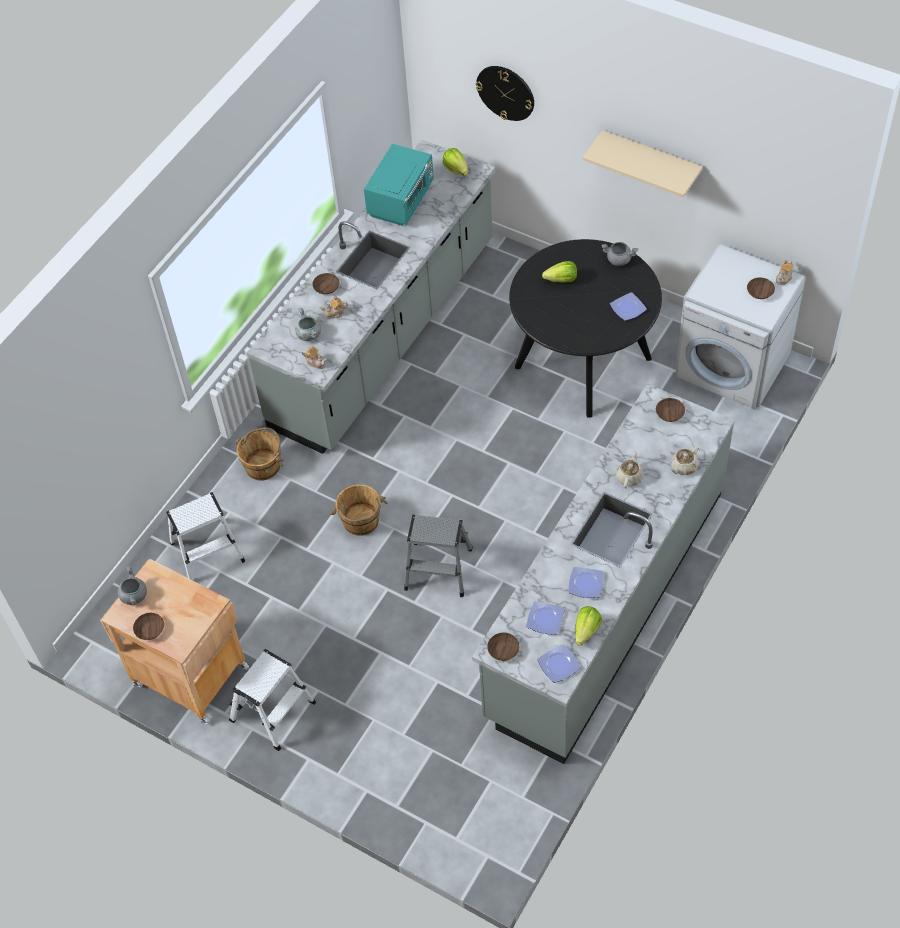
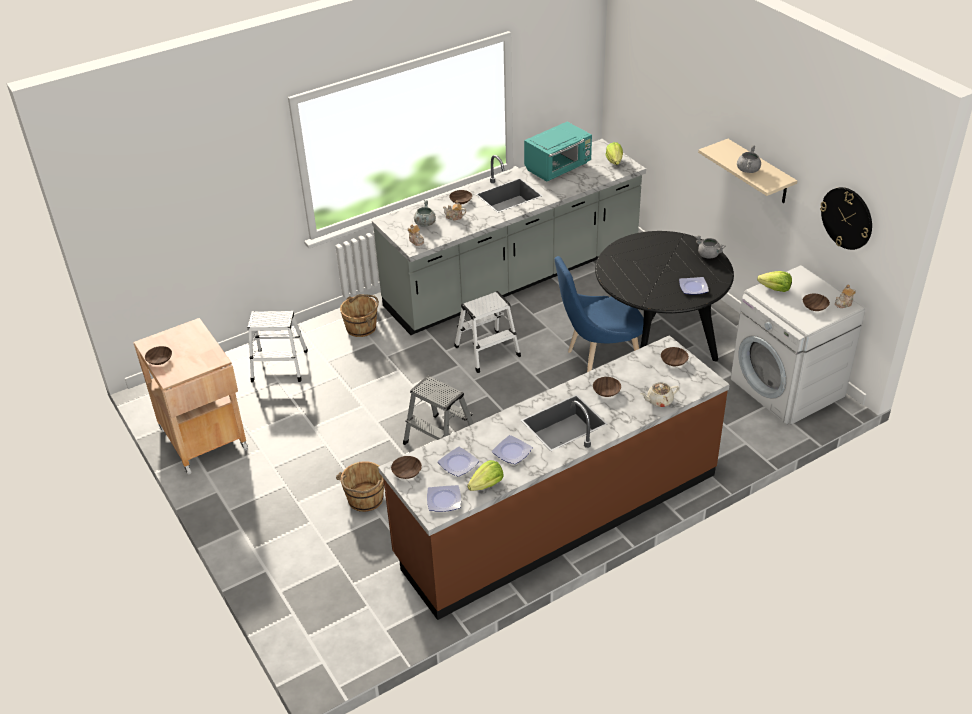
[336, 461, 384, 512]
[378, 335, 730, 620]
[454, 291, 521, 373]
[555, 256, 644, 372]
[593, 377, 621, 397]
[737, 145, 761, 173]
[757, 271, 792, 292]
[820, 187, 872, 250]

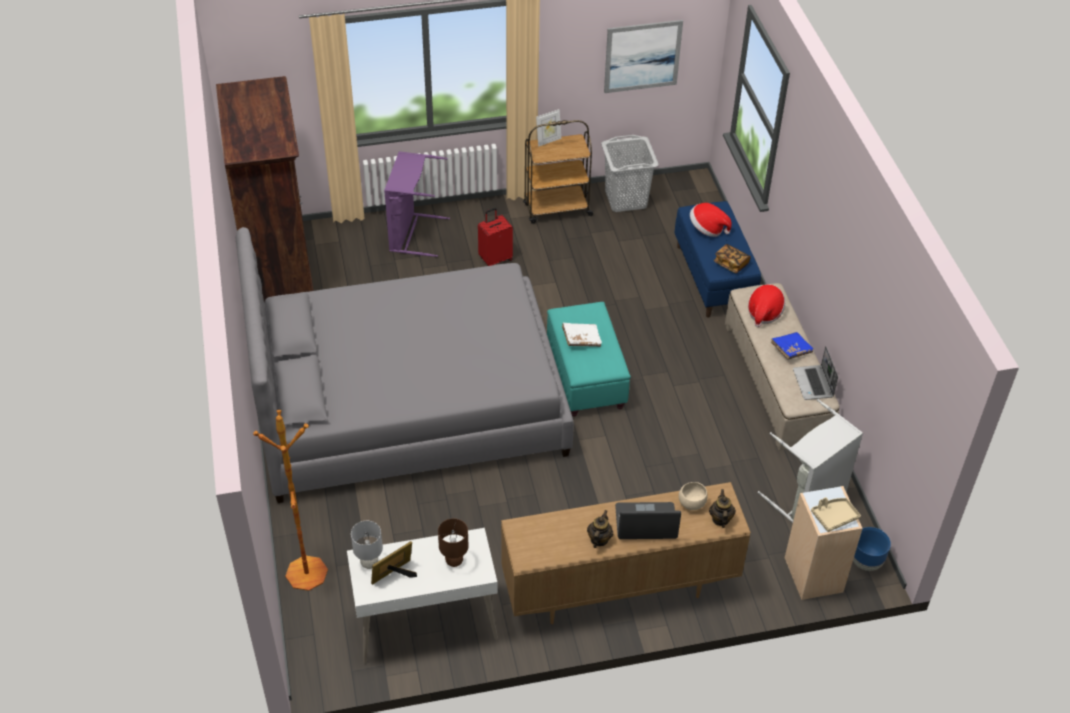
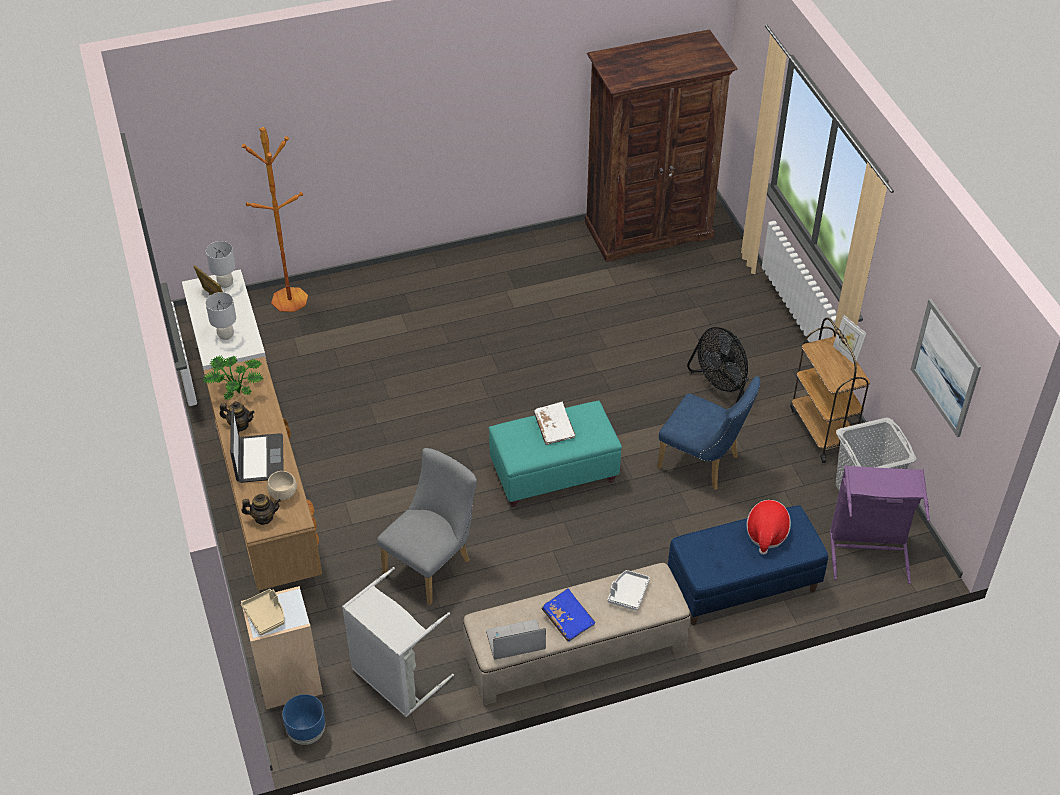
[202, 355, 263, 400]
[206, 292, 236, 340]
[377, 448, 477, 605]
[608, 570, 650, 611]
[657, 376, 761, 490]
[687, 327, 749, 403]
[830, 465, 930, 584]
[236, 227, 574, 503] (first image)
[714, 244, 751, 273] (first image)

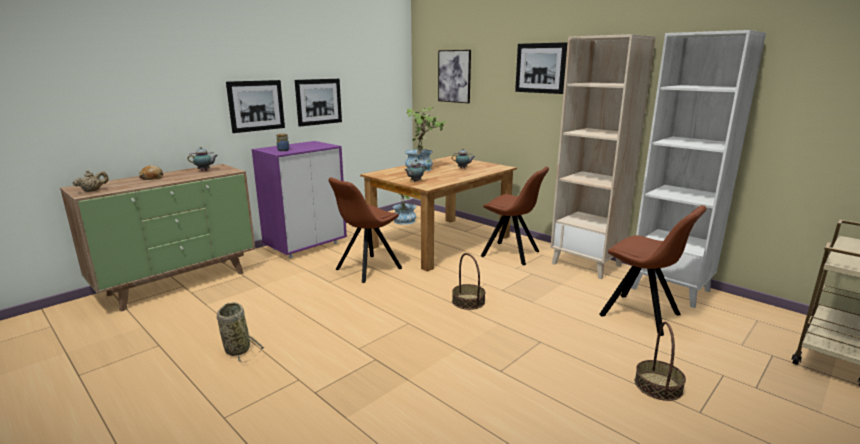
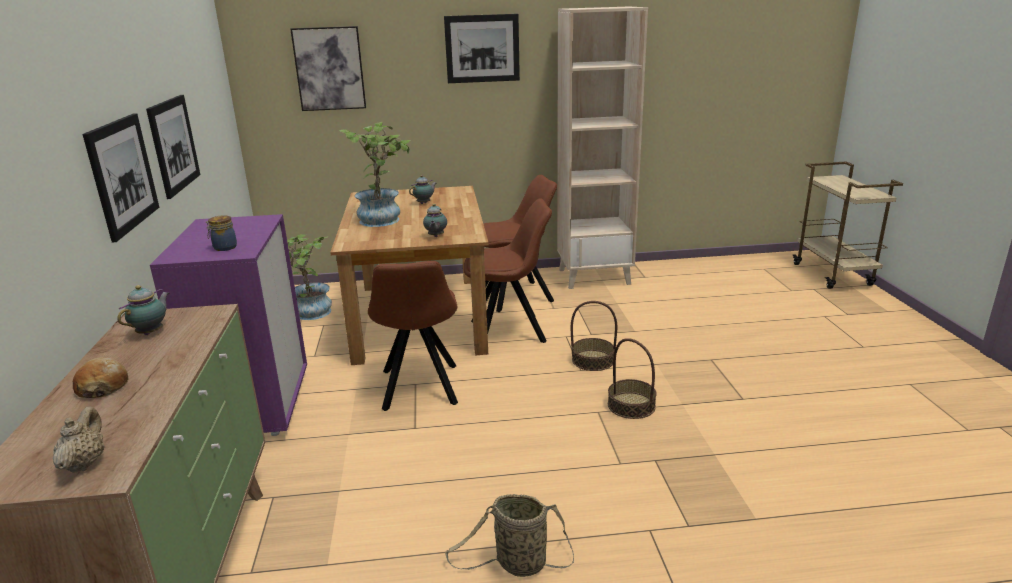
[464, 198, 552, 343]
[608, 338, 657, 419]
[631, 30, 766, 308] (first image)

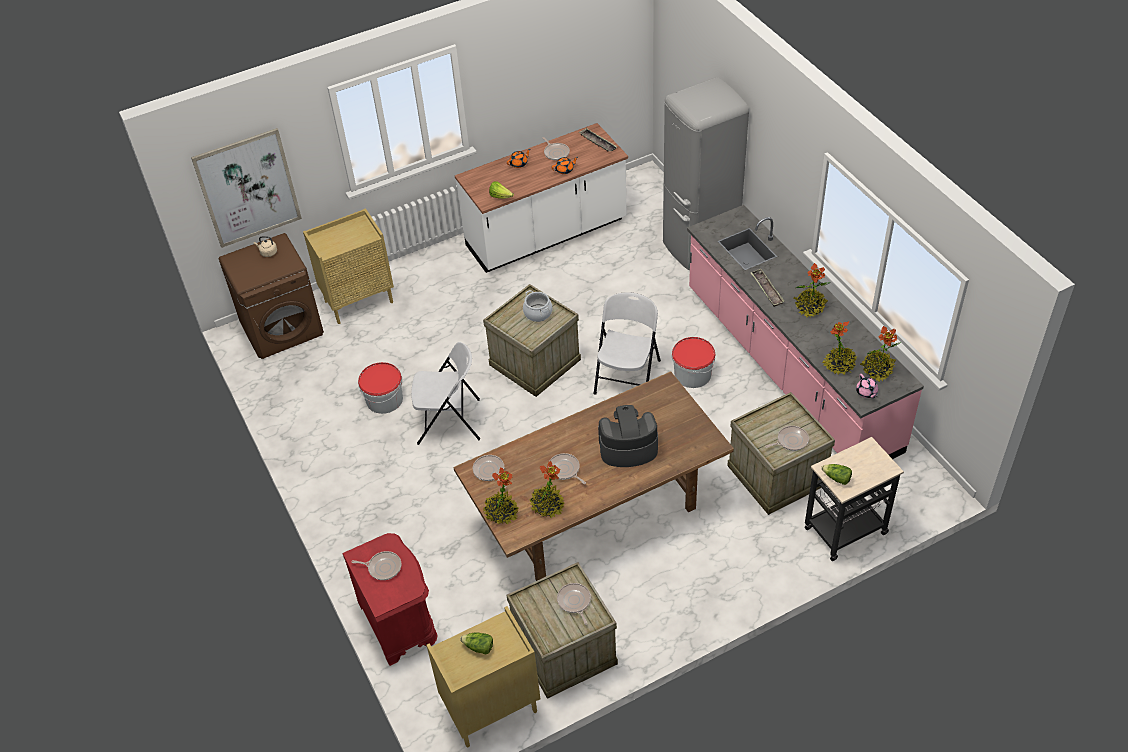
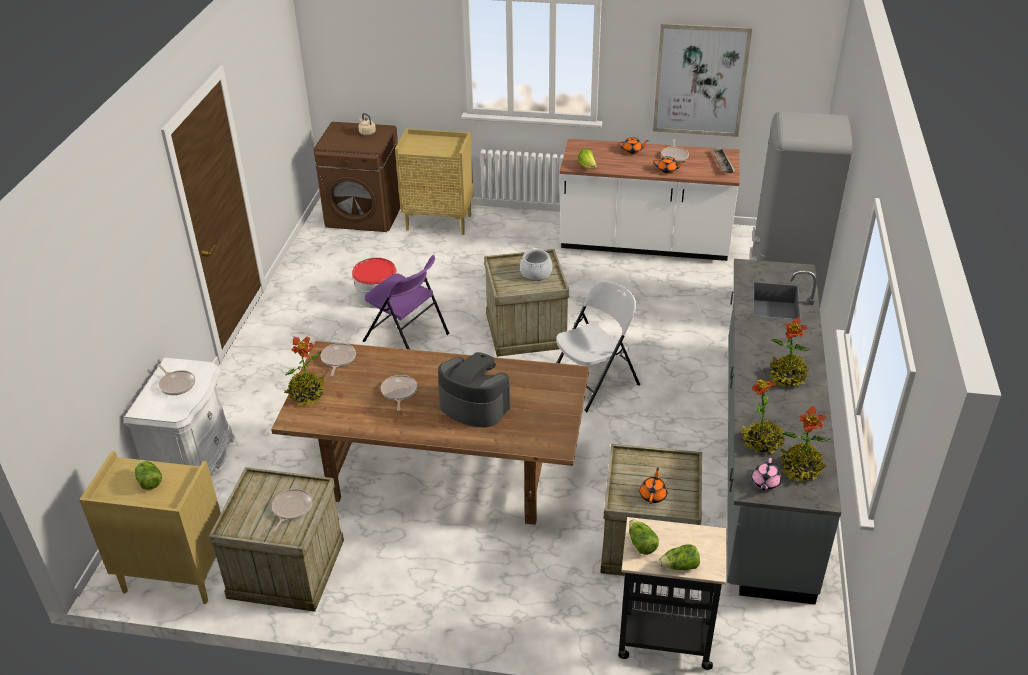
[125, 357, 235, 475]
[363, 255, 449, 349]
[640, 468, 667, 504]
[653, 23, 752, 137]
[658, 544, 700, 570]
[727, 259, 841, 605]
[529, 461, 565, 518] (first image)
[672, 337, 715, 388] (first image)
[750, 269, 785, 307] (first image)

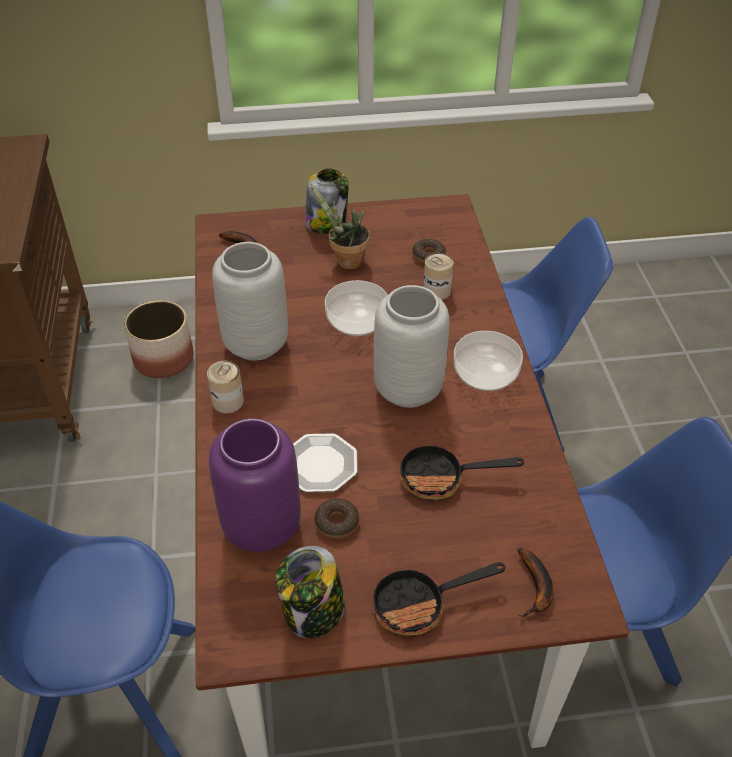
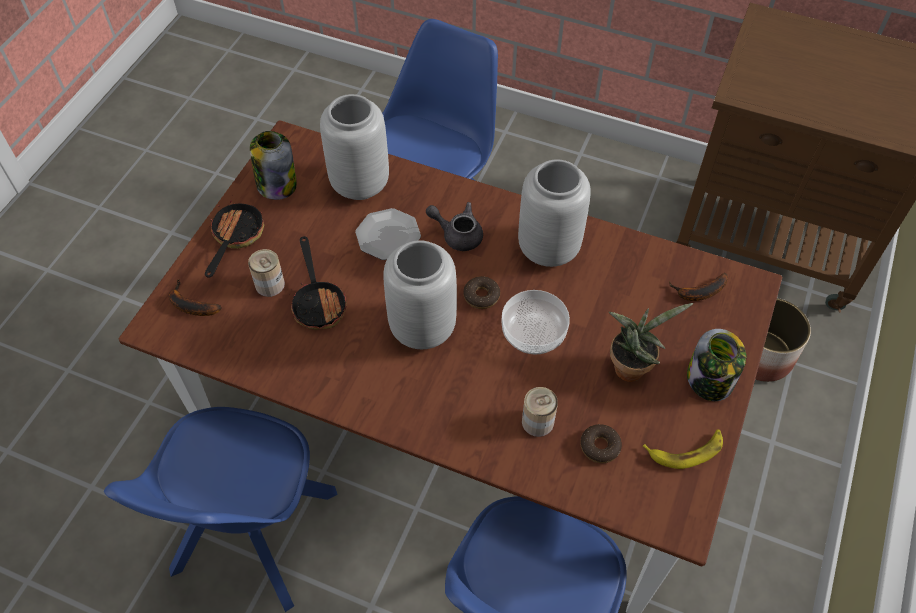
[248, 249, 285, 297]
[289, 236, 347, 329]
[320, 94, 389, 200]
[426, 202, 483, 251]
[463, 276, 500, 309]
[643, 429, 723, 469]
[454, 331, 523, 391] (first image)

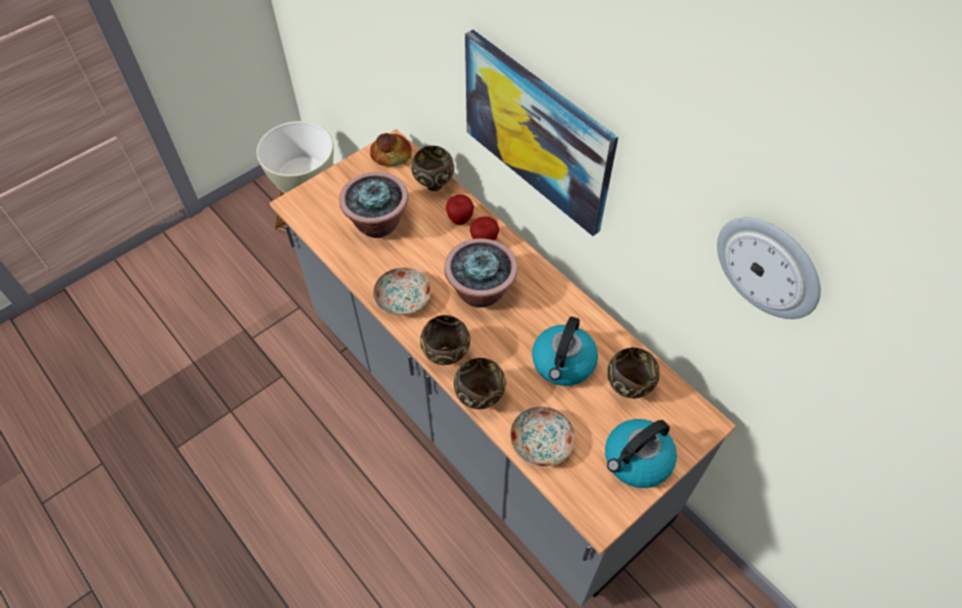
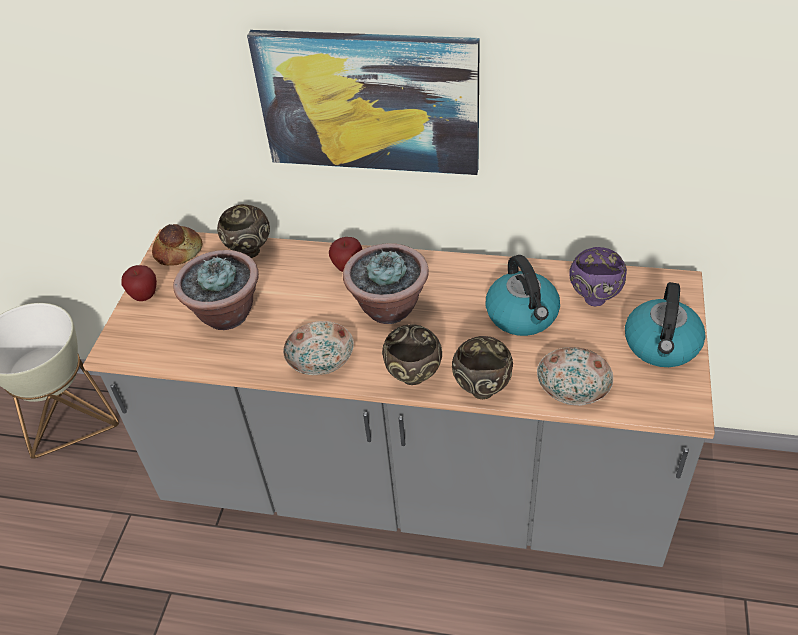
[122, 265, 157, 301]
[569, 247, 627, 306]
[717, 217, 821, 319] (first image)

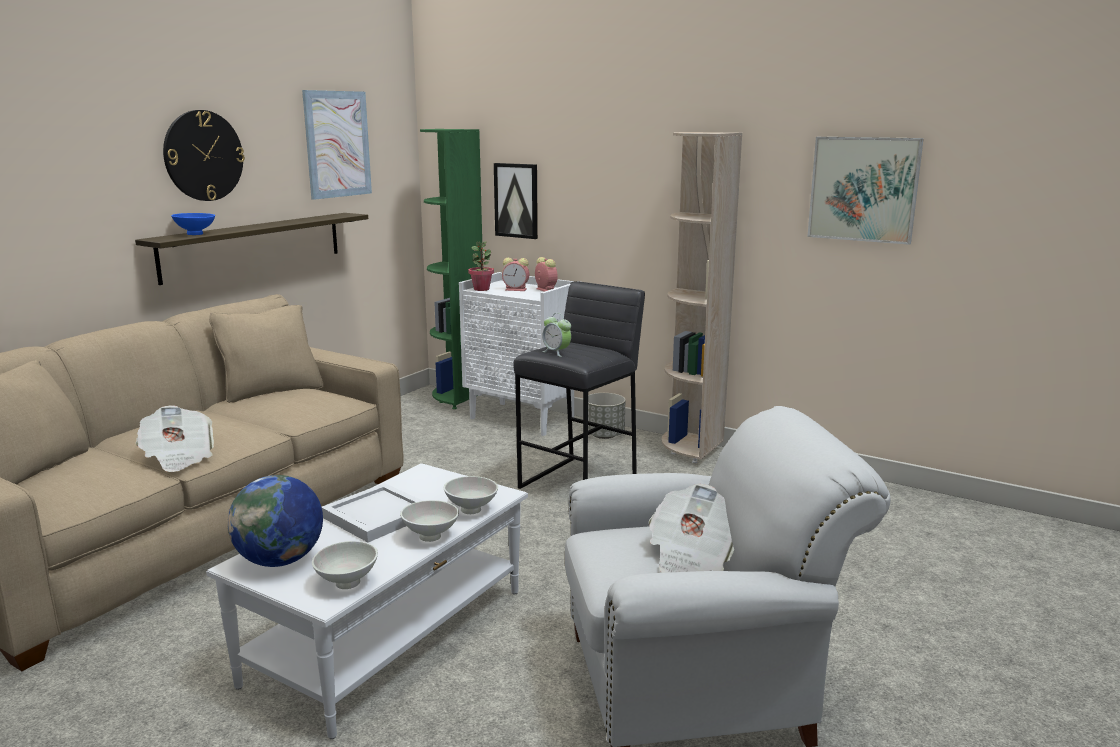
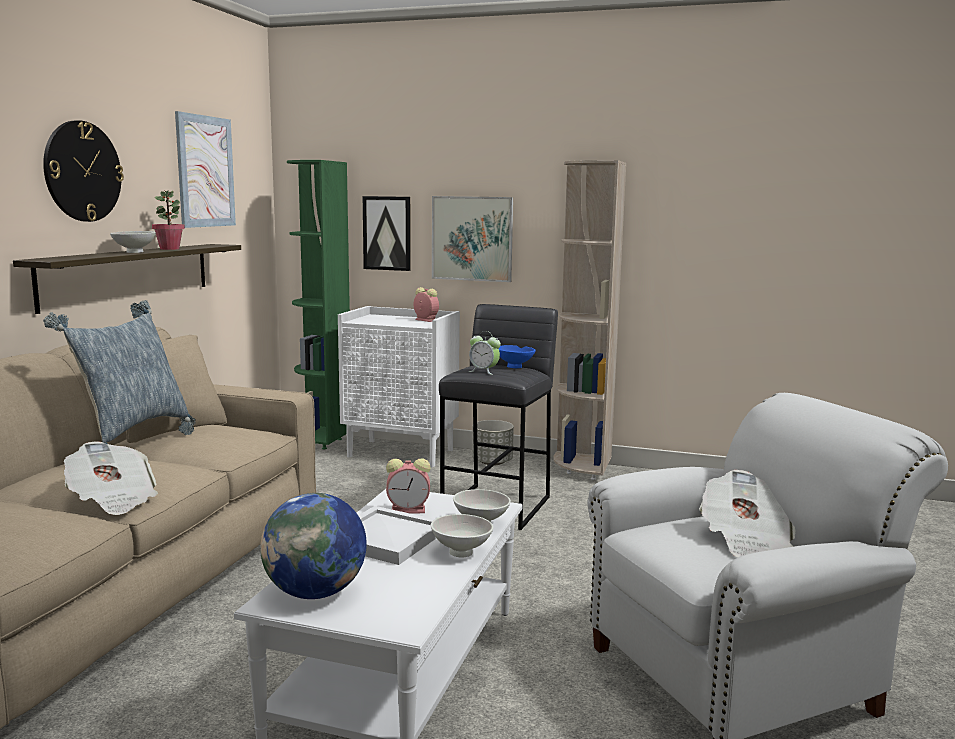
[43, 300, 196, 444]
[110, 231, 156, 253]
[152, 190, 185, 250]
[386, 458, 431, 513]
[432, 196, 513, 282]
[499, 345, 536, 368]

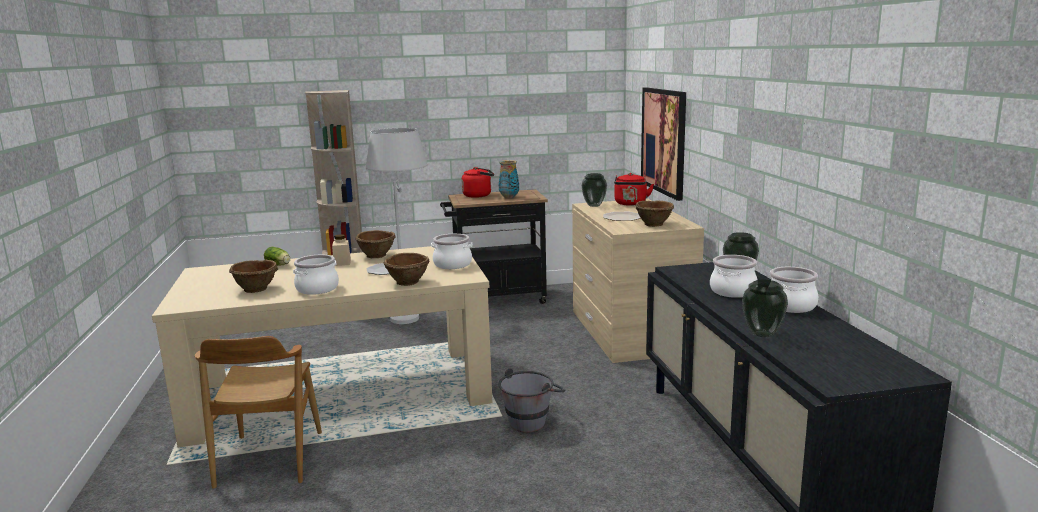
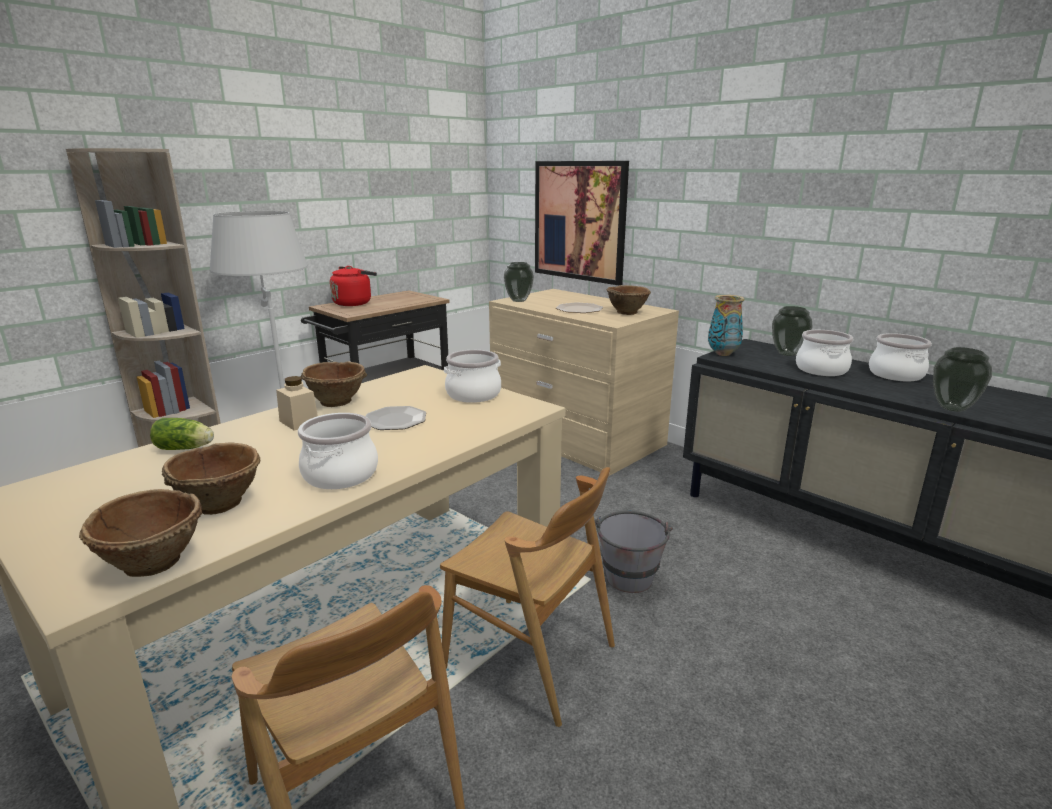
[79, 489, 202, 577]
[440, 467, 615, 727]
[708, 295, 745, 356]
[614, 173, 654, 206] (first image)

